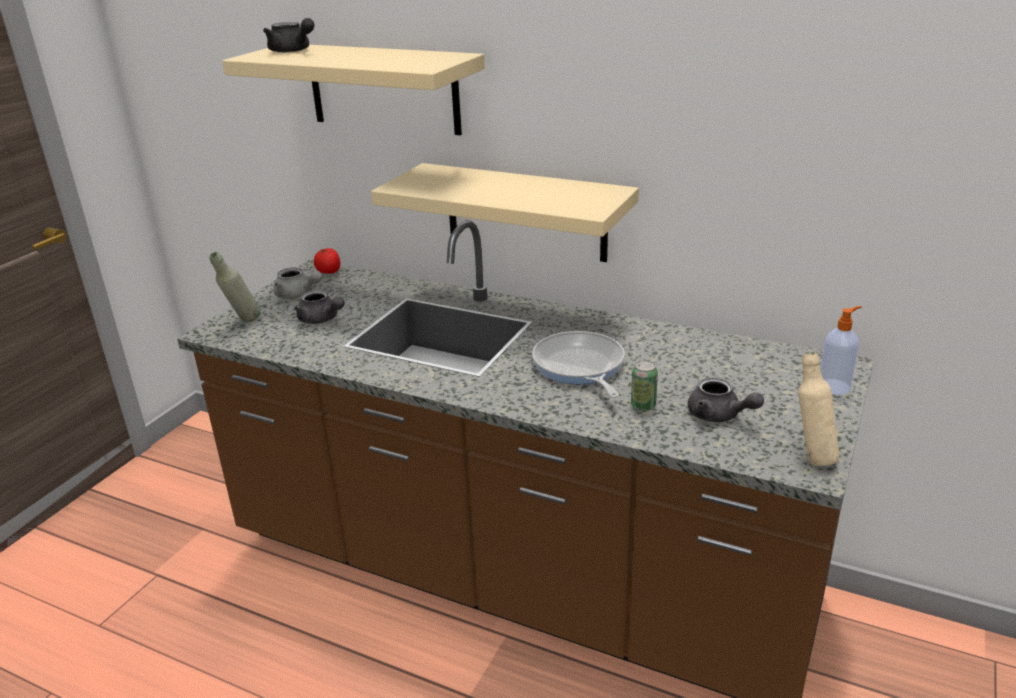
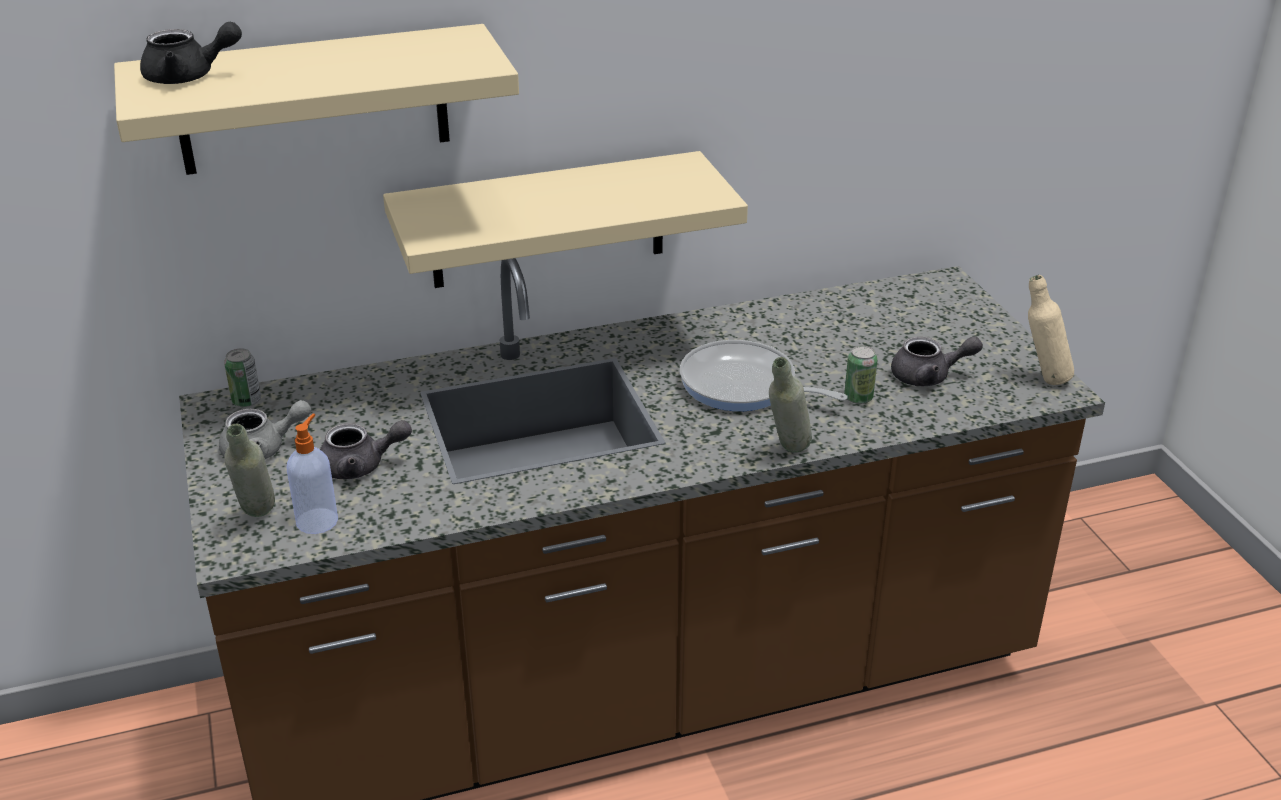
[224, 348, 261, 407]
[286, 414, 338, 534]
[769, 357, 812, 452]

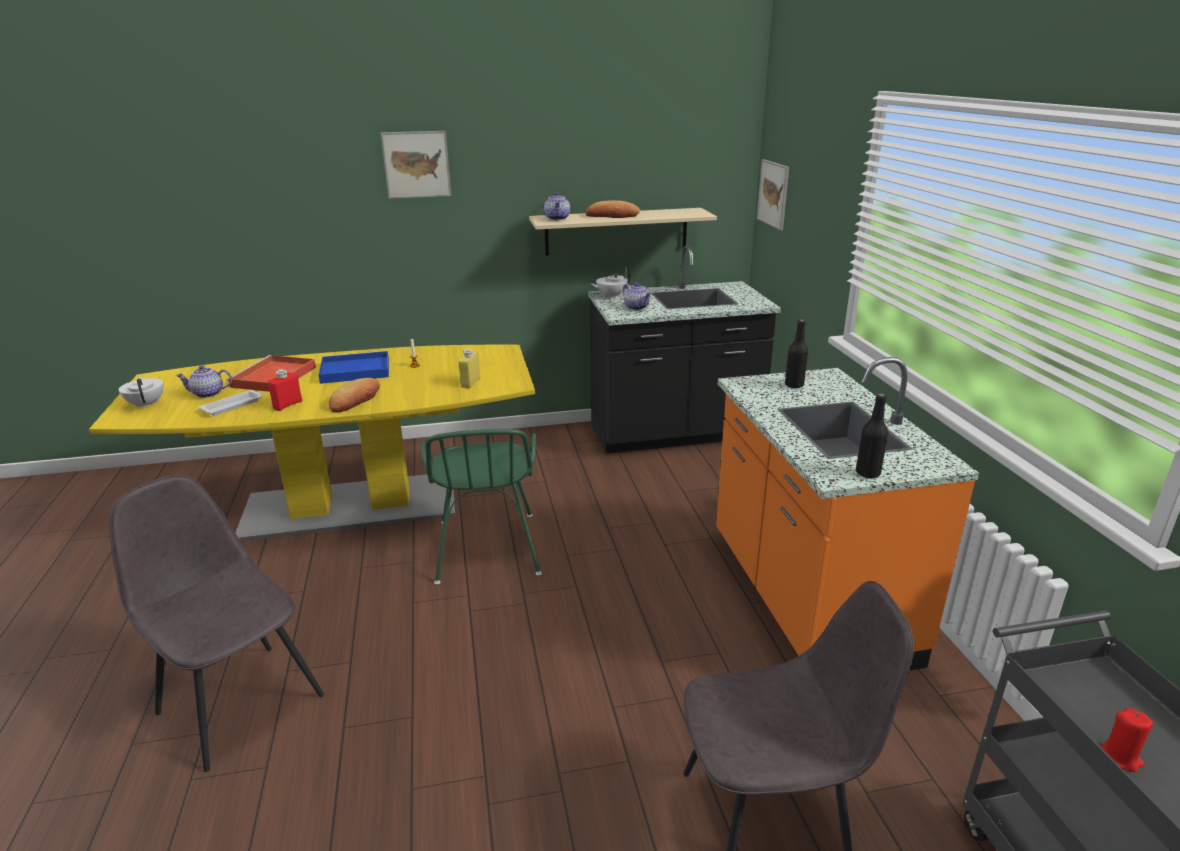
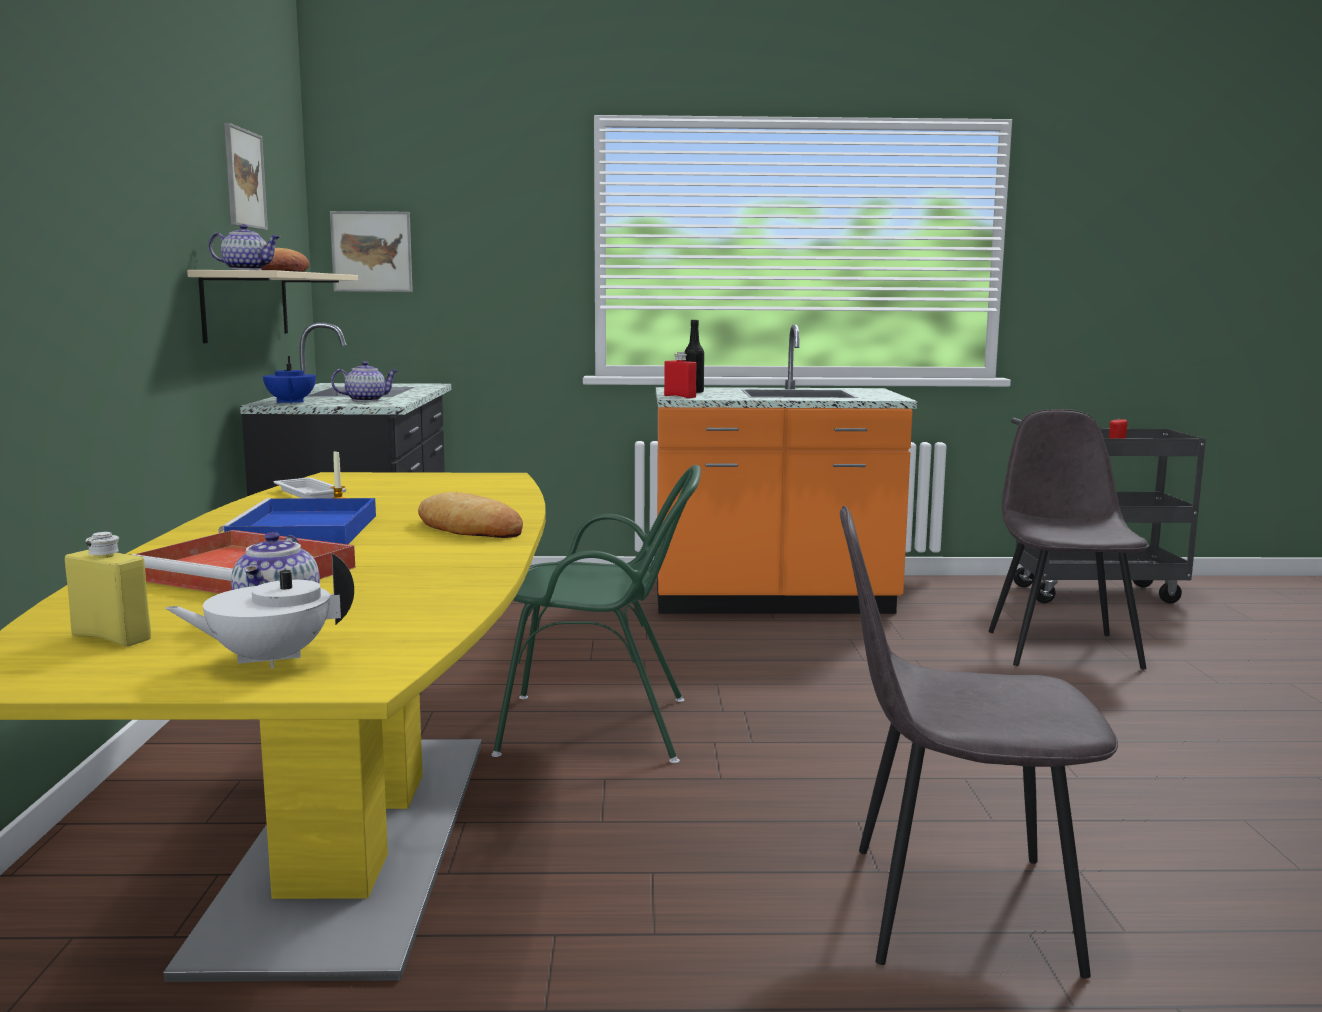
[65, 532, 151, 647]
[224, 123, 268, 230]
[263, 356, 316, 404]
[273, 478, 346, 498]
[664, 352, 696, 398]
[840, 506, 1118, 979]
[856, 393, 888, 479] (first image)

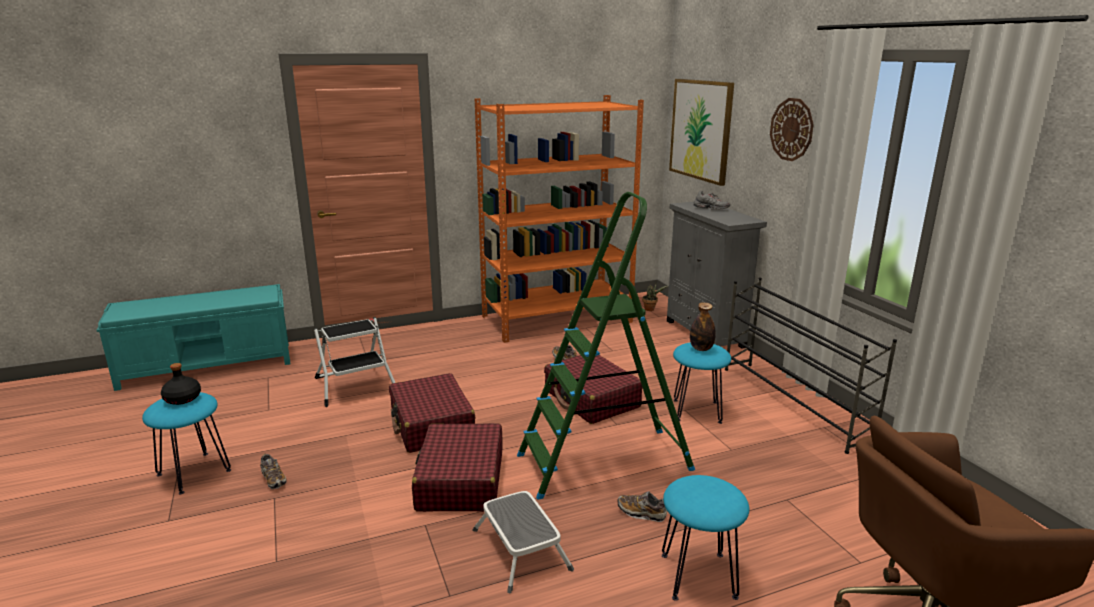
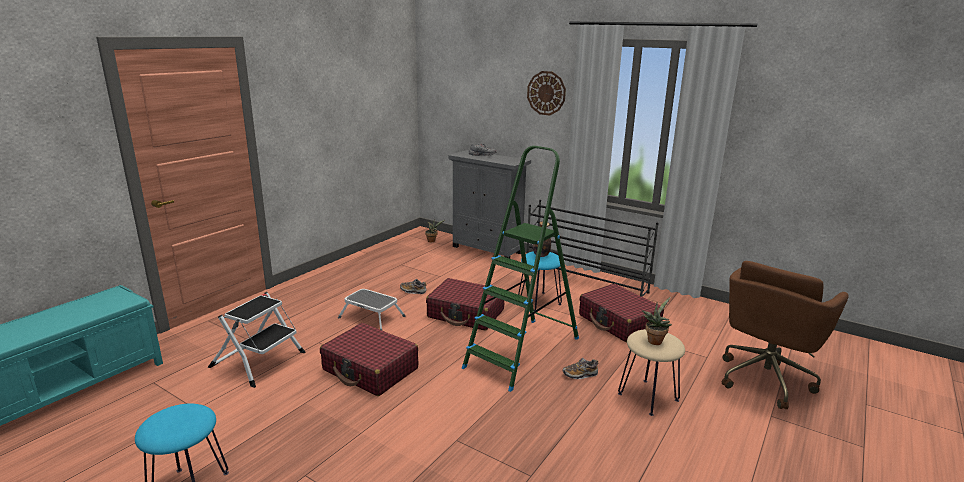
[338, 289, 406, 330]
[579, 284, 664, 342]
[618, 329, 685, 416]
[641, 297, 672, 345]
[161, 363, 201, 405] (first image)
[260, 454, 287, 489] (first image)
[475, 95, 644, 343] (first image)
[669, 79, 734, 186] (first image)

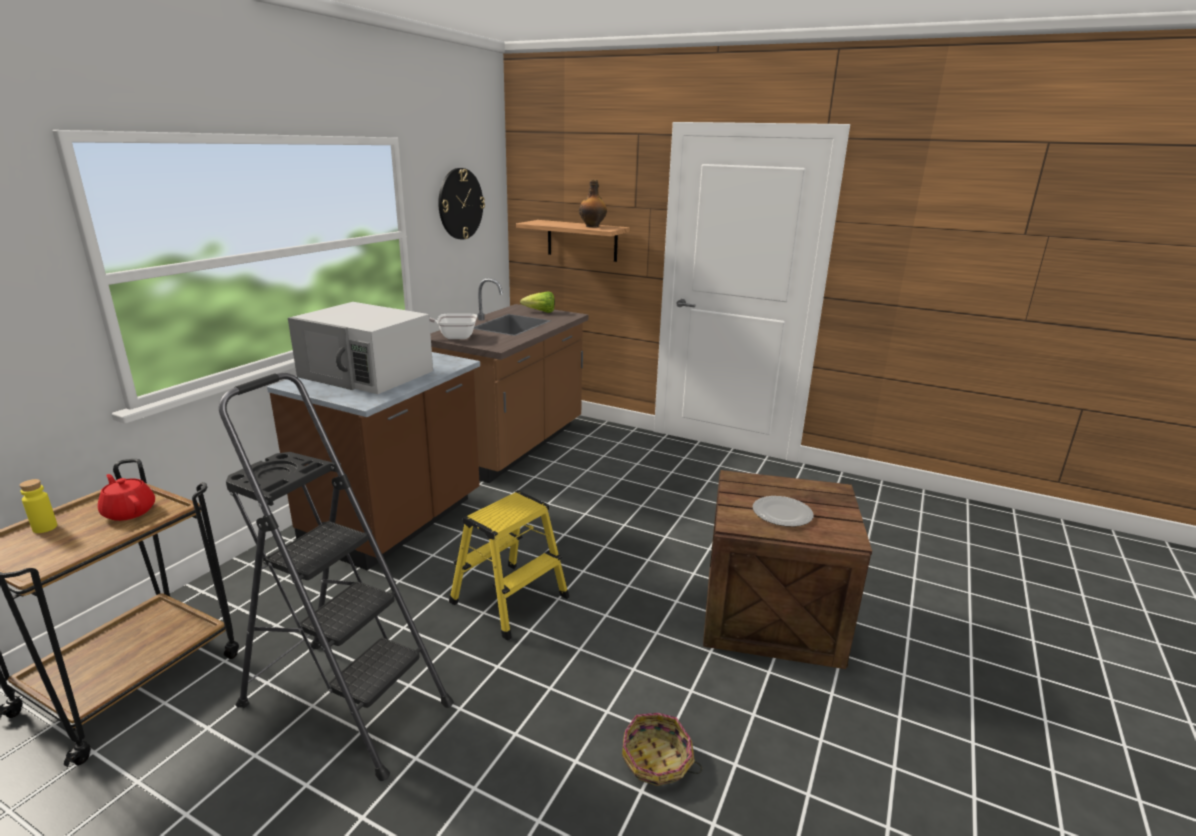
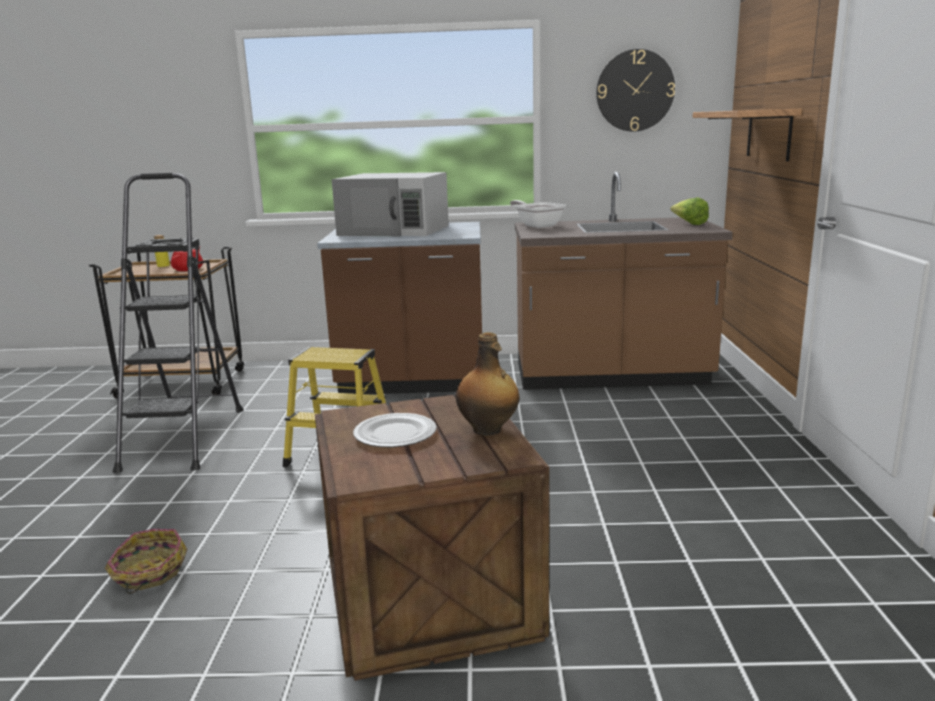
[332, 172, 449, 237]
[456, 332, 519, 436]

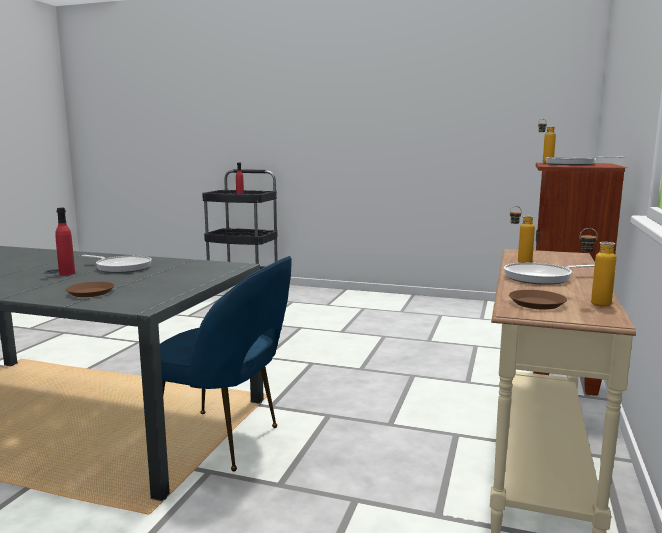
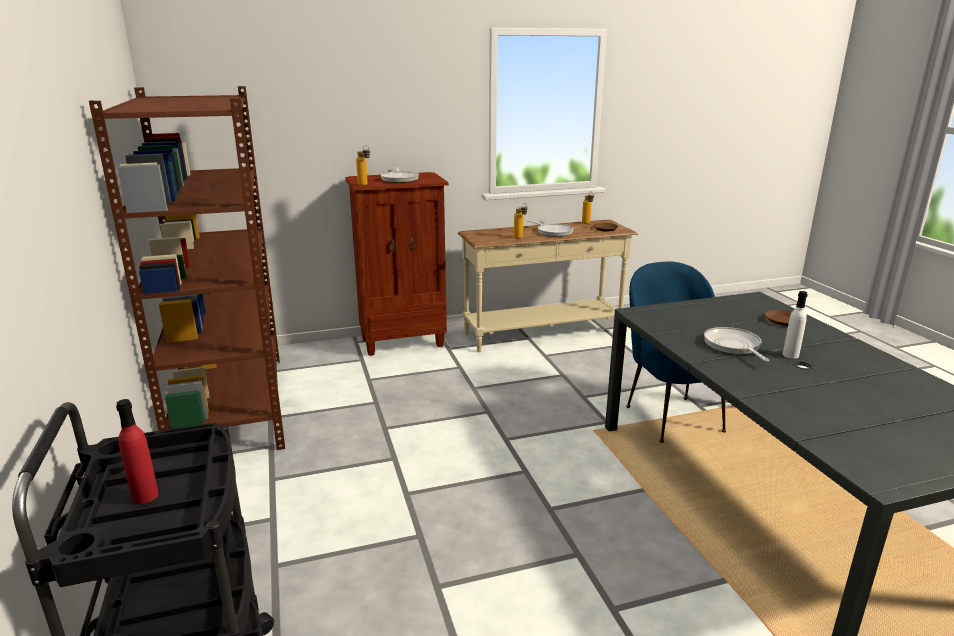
[89, 86, 285, 450]
[783, 291, 808, 359]

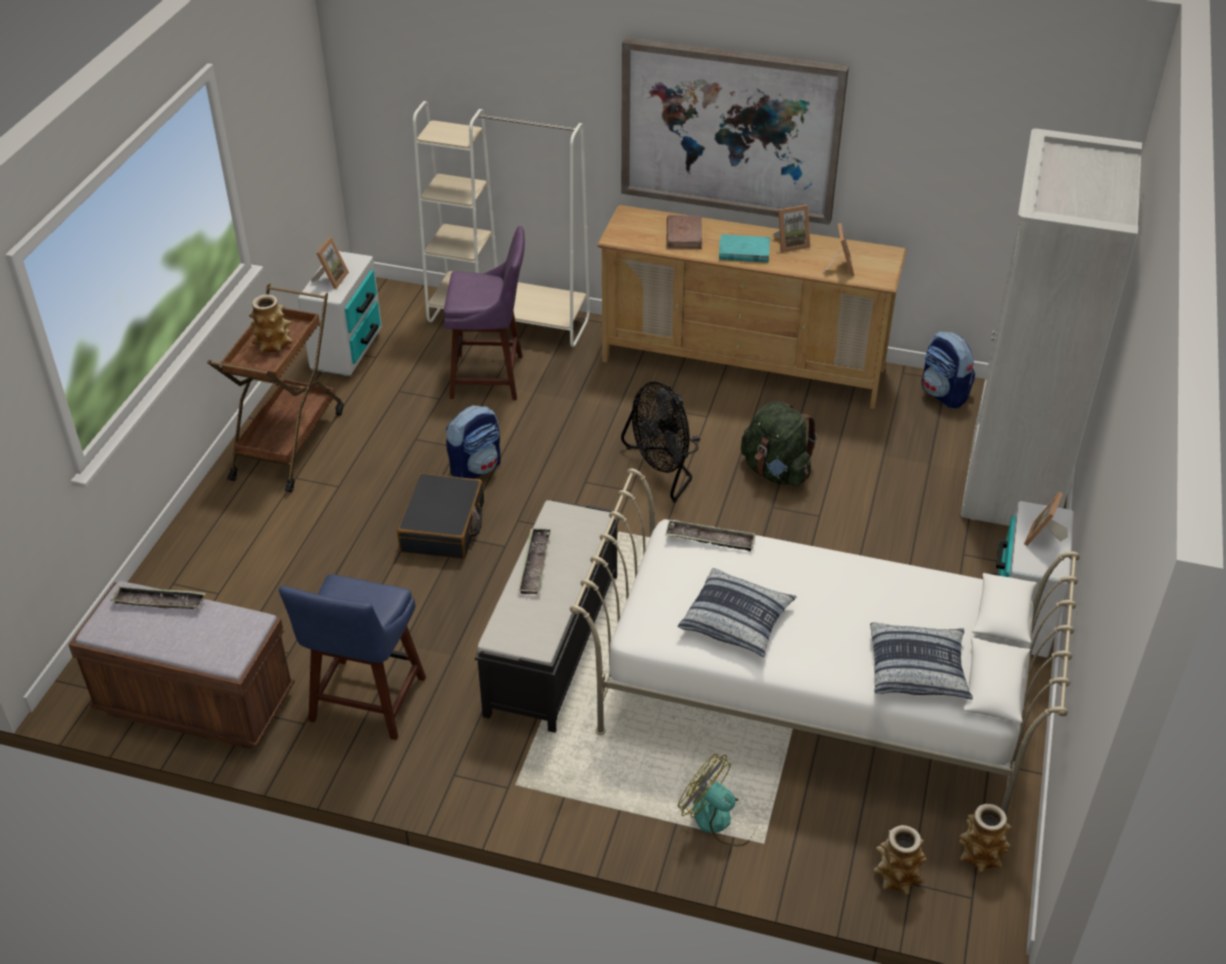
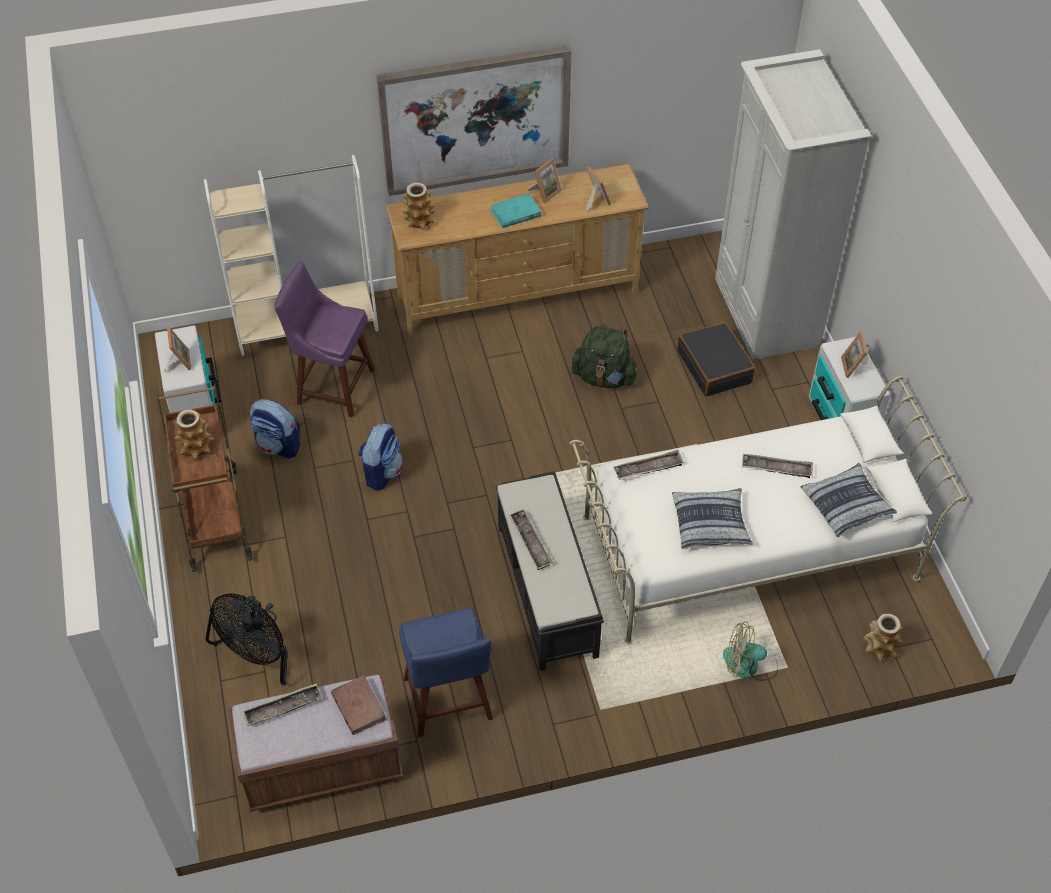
[206, 593, 288, 685]
[250, 399, 300, 459]
[274, 261, 375, 418]
[331, 675, 386, 735]
[403, 182, 435, 229]
[677, 322, 755, 397]
[742, 454, 813, 478]

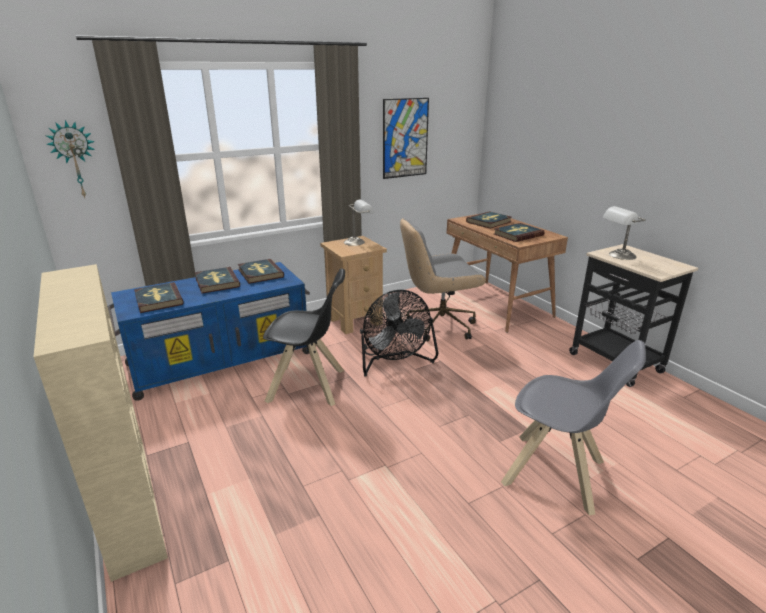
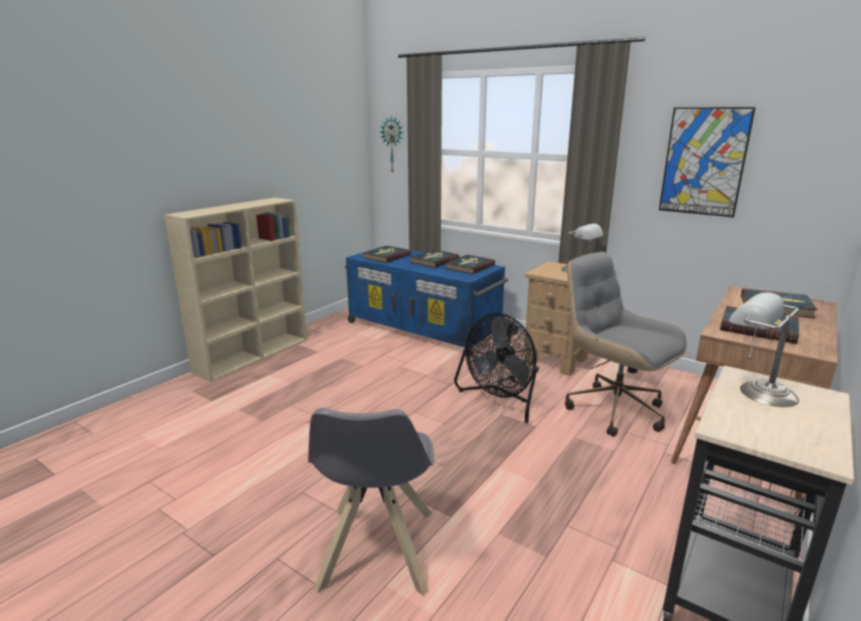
[263, 268, 345, 406] (first image)

